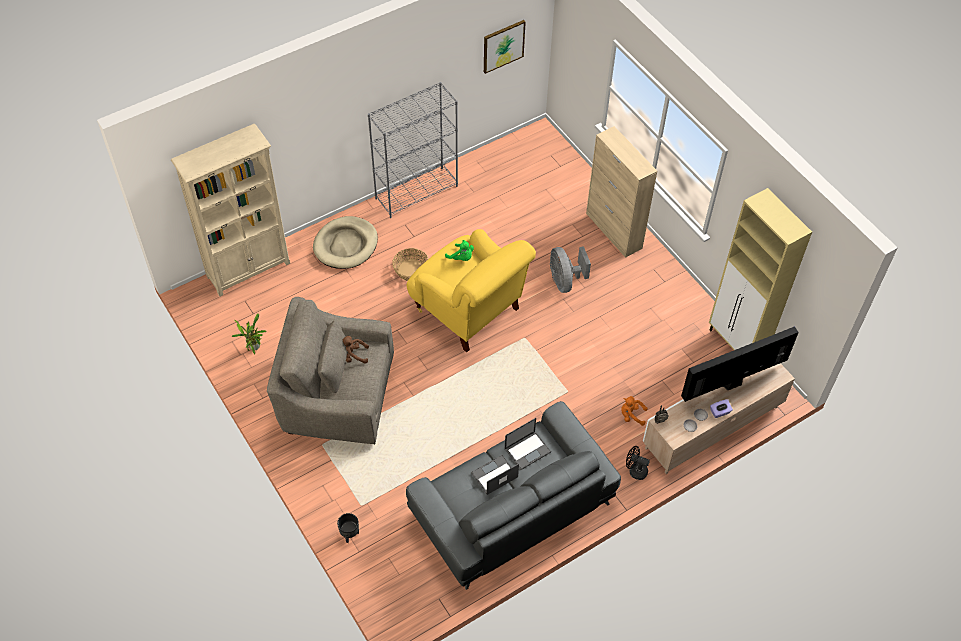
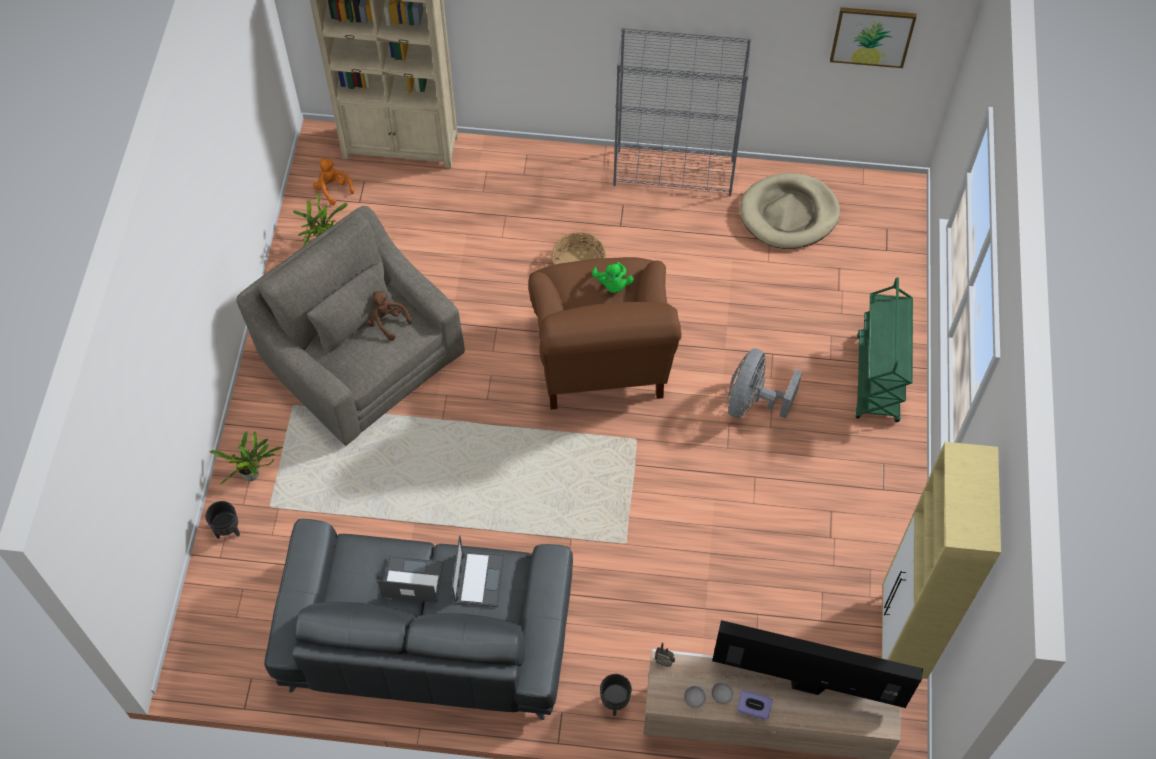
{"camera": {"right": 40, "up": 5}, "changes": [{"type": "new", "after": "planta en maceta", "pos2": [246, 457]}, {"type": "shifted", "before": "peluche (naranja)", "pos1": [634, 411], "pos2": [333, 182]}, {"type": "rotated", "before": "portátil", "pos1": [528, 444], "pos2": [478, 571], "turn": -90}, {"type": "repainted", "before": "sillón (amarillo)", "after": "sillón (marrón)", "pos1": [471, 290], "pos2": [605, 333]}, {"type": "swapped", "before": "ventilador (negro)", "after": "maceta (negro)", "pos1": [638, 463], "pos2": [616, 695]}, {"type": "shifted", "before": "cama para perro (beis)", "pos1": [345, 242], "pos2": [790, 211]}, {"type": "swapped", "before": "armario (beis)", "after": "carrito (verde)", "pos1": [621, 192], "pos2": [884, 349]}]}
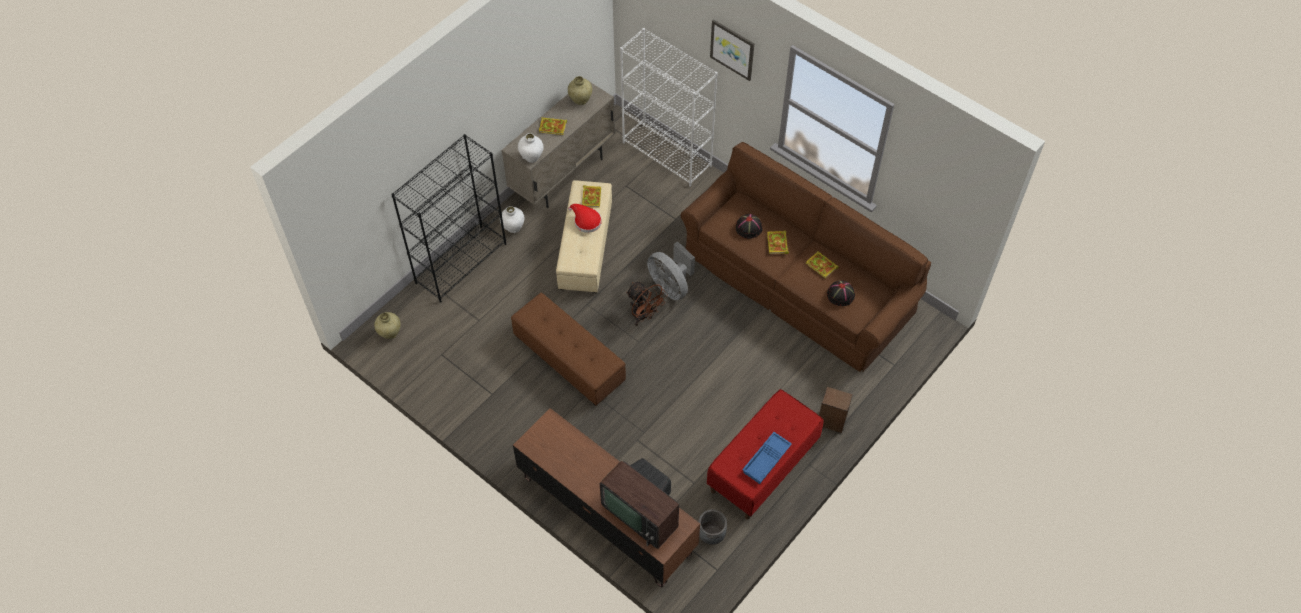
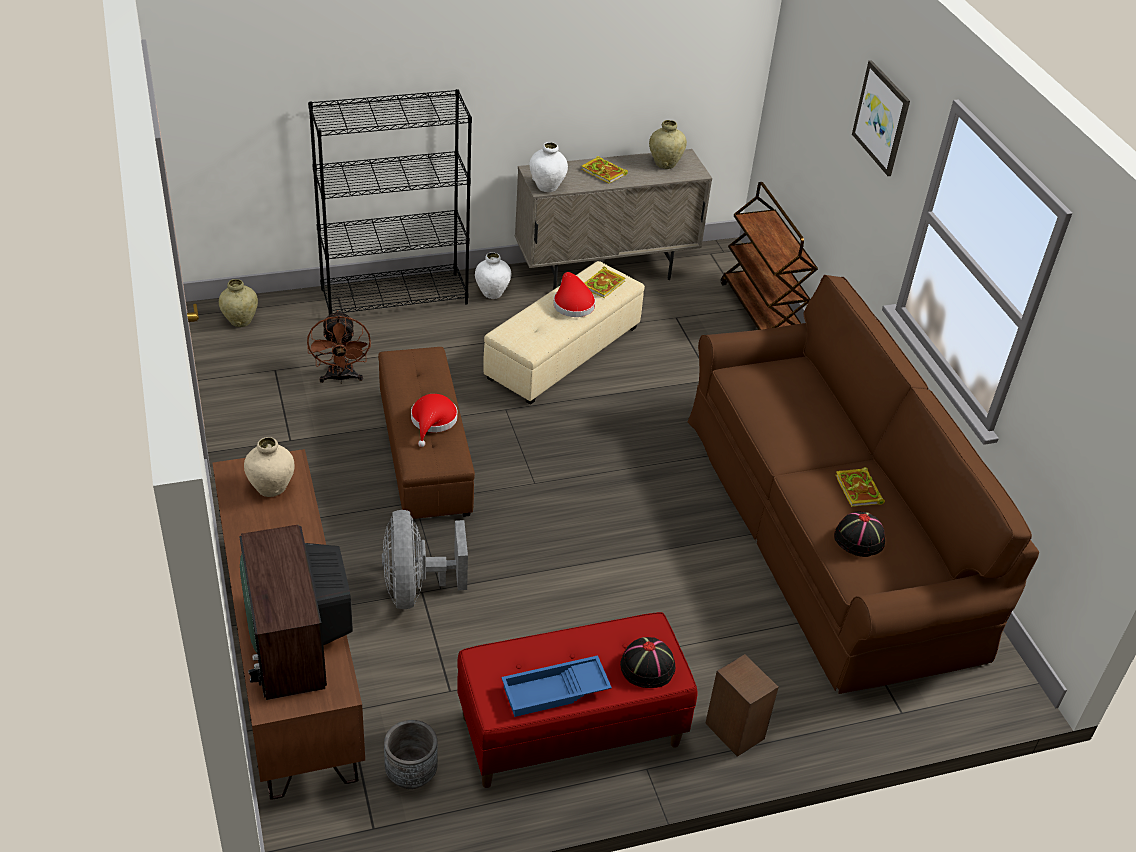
{"camera": {"right": 30, "up": -15}, "changes": [{"type": "new", "after": "florero (beis)", "pos2": [269, 467]}, {"type": "shifted", "before": "ventilador (marrón)", "pos1": [647, 304], "pos2": [339, 347]}, {"type": "shifted", "before": "ventilador (gris)", "pos1": [671, 270], "pos2": [425, 559]}, {"type": "new", "after": "sombrero (rojo)", "pos2": [434, 420]}, {"type": "shifted", "before": "sombrero (negro)", "pos1": [749, 226], "pos2": [648, 662]}, {"type": "swapped", "before": "estantería (blanco)", "after": "carrito (marrón)", "pos1": [669, 107], "pos2": [769, 256]}, {"type": "gone", "before": "libro", "pos1": [778, 242]}]}
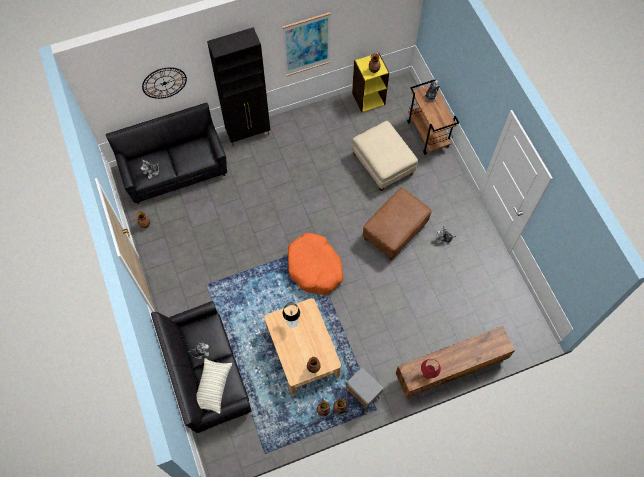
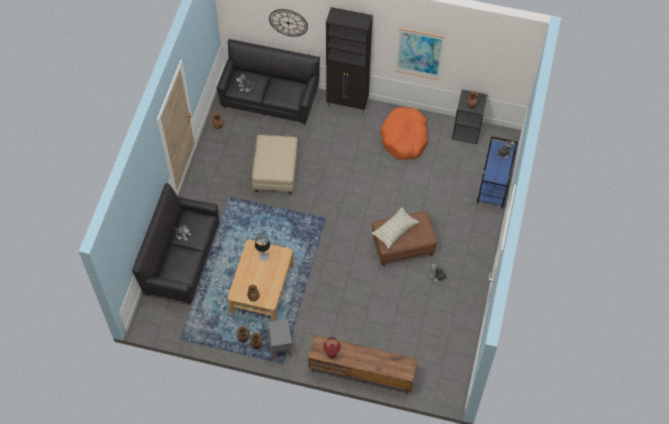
{"camera": {"right": 35, "up": -5}, "changes": [{"type": "shifted", "before": "puf (beis)", "pos1": [385, 156], "pos2": [275, 164]}, {"type": "shifted", "before": "cojín", "pos1": [214, 386], "pos2": [395, 228]}, {"type": "shifted", "before": "cama para perro (naranja)", "pos1": [315, 263], "pos2": [404, 133]}, {"type": "repainted", "before": "estantería (amarillo)", "after": "estantería (negro)", "pos1": [370, 82], "pos2": [469, 117]}, {"type": "repainted", "before": "carrito (marrón)", "after": "carrito (azul)", "pos1": [433, 117], "pos2": [497, 172]}]}
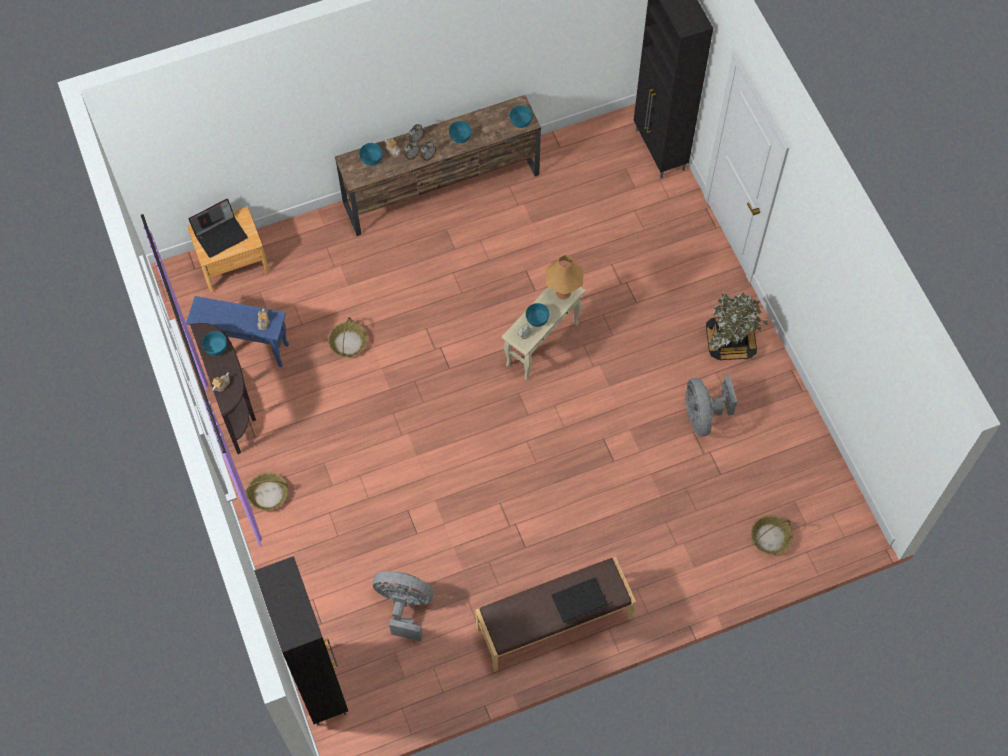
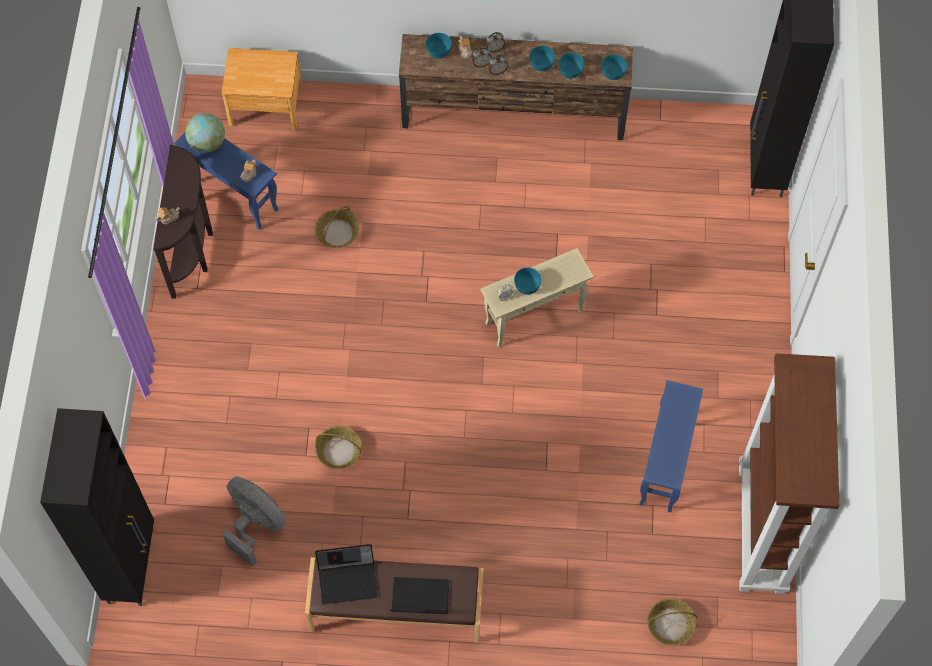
{"camera": {"right": 25, "up": 0}, "changes": [{"type": "new", "after": "globo terráqueo", "pos2": [205, 133]}, {"type": "shifted", "before": "cesta", "pos1": [267, 491], "pos2": [338, 447]}, {"type": "shifted", "before": "portátil", "pos1": [218, 228], "pos2": [346, 574]}, {"type": "shifted", "before": "cuenco (turquesa)", "pos1": [214, 343], "pos2": [571, 65]}, {"type": "swapped", "before": "ventilador (gris)", "after": "mesa auxiliar (azul)", "pos1": [711, 406], "pos2": [671, 446]}, {"type": "new", "after": "estantería (marrón)", "pos2": [789, 473]}, {"type": "gone", "before": "lámpara de mesa (naranja)", "pos1": [564, 277]}, {"type": "gone", "before": "planta en maceta", "pos1": [737, 326]}]}
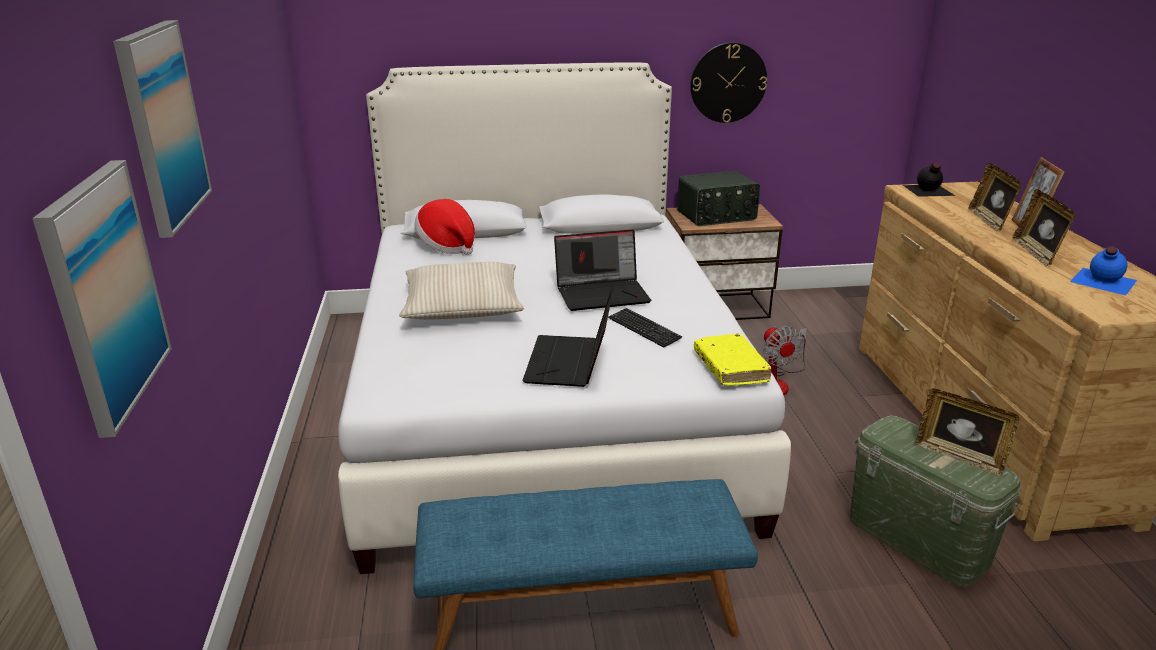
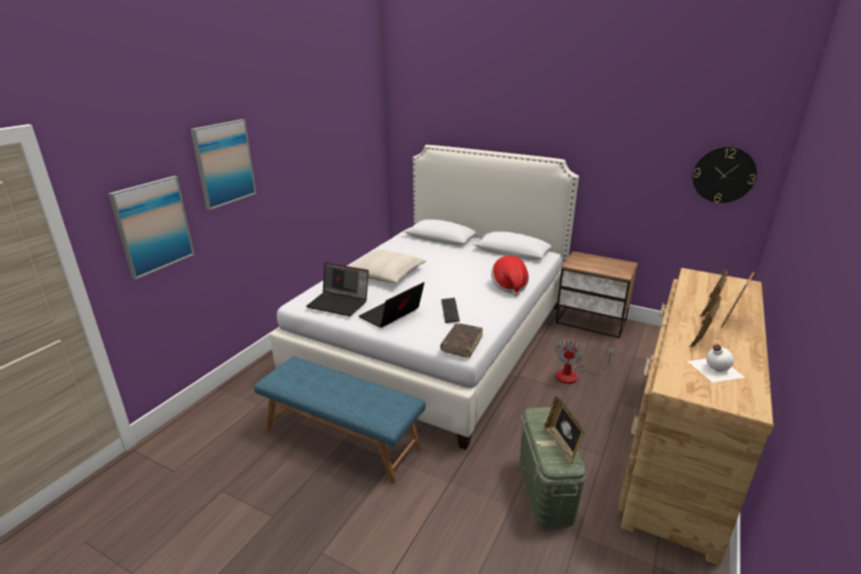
{"camera": {"right": 35, "up": 0}, "changes": [{"type": "shifted", "before": "portátil", "pos1": [602, 270], "pos2": [337, 289]}, {"type": "repainted", "before": "libro (amarillo)", "after": "libro (marrón)", "pos1": [732, 359], "pos2": [461, 341]}, {"type": "shifted", "before": "sombrero", "pos1": [445, 227], "pos2": [510, 276]}, {"type": "repainted", "before": "botella (azul)", "after": "botella (blanco)", "pos1": [1103, 270], "pos2": [716, 364]}, {"type": "shifted", "before": "reloj de pared", "pos1": [728, 83], "pos2": [725, 175]}, {"type": "gone", "before": "radio", "pos1": [718, 198]}, {"type": "gone", "before": "botella (negro)", "pos1": [929, 180]}]}
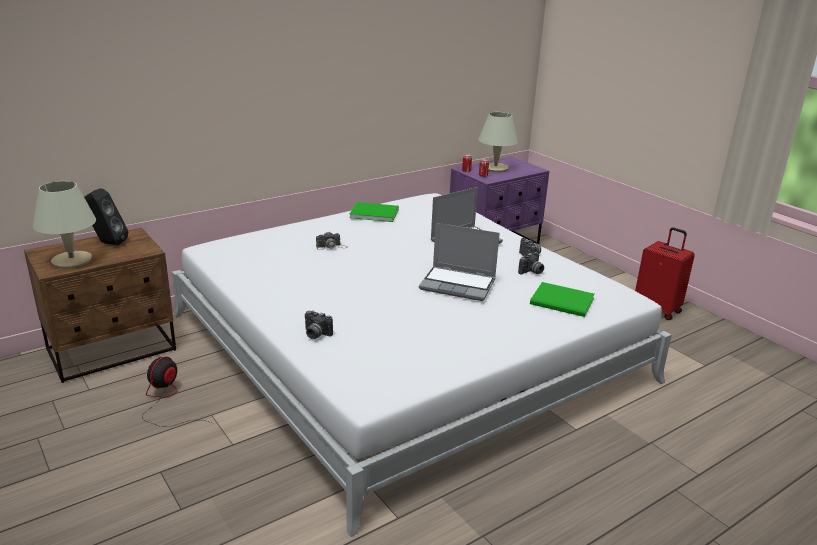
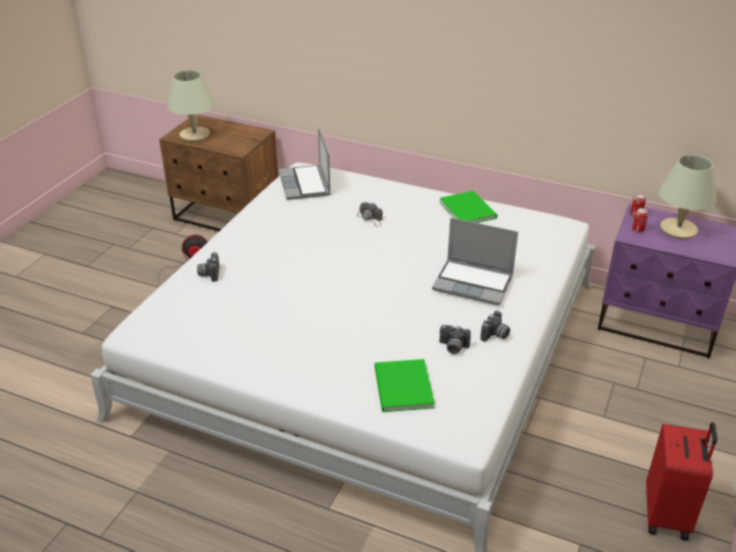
{"camera": {"right": 60, "up": 10}, "changes": [{"type": "shifted", "before": "portátil", "pos1": [459, 262], "pos2": [305, 163]}, {"type": "gone", "before": "altavoz (negro)", "pos1": [106, 216]}]}
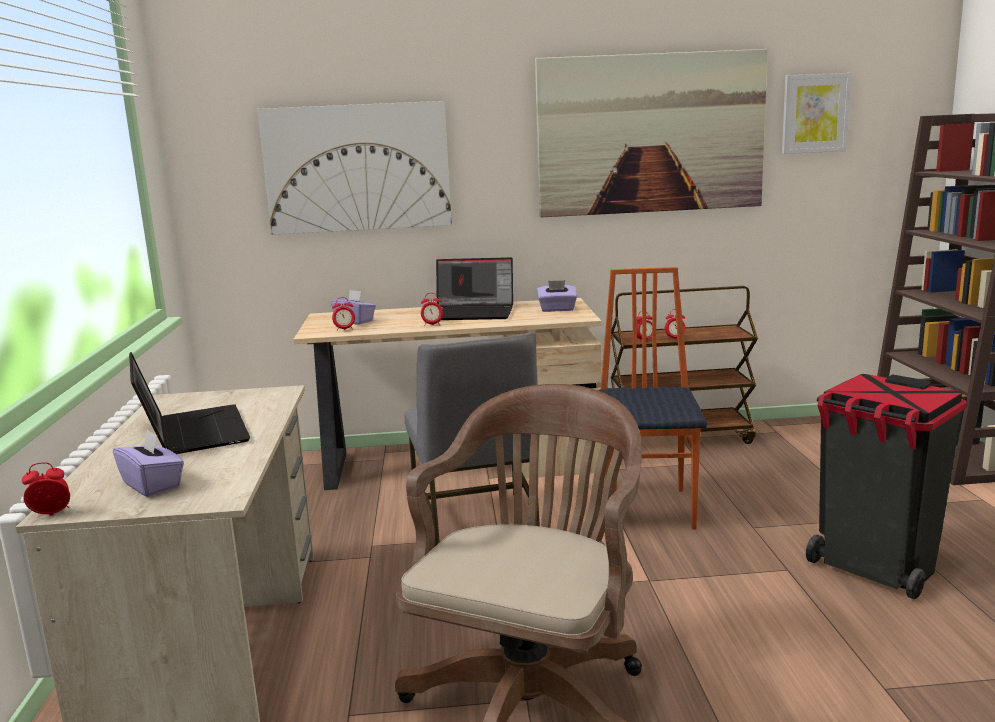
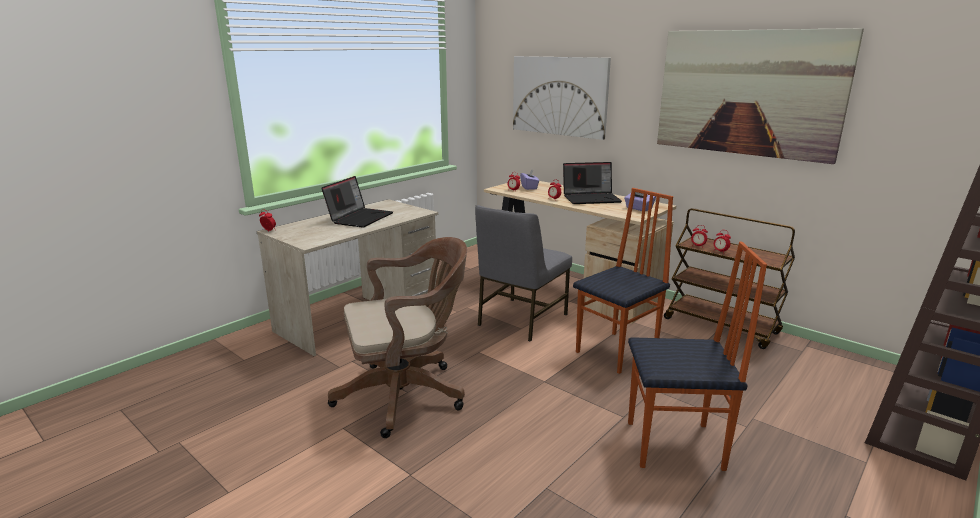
{"camera": {"right": 45, "up": 5}, "changes": [{"type": "rotated", "before": "portátil", "pos1": [474, 288], "pos2": [592, 183], "turn": -60}, {"type": "swapped", "before": "papelera (negro)", "after": "silla", "pos1": [886, 486], "pos2": [697, 356]}, {"type": "gone", "before": "caja de pañuelos (morado)", "pos1": [148, 463]}, {"type": "gone", "before": "cuadro", "pos1": [817, 113]}]}
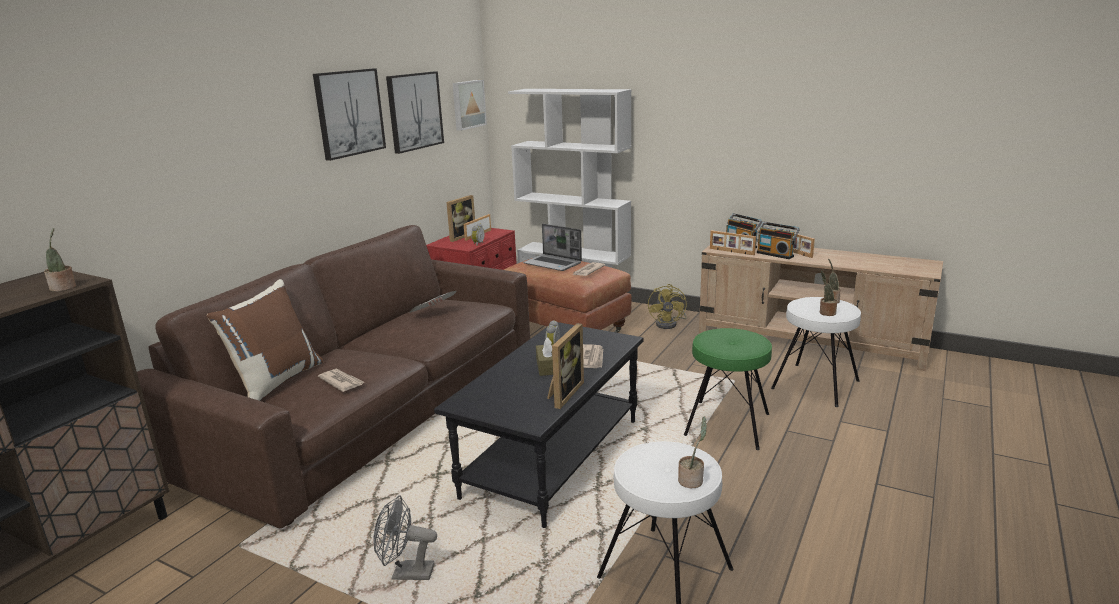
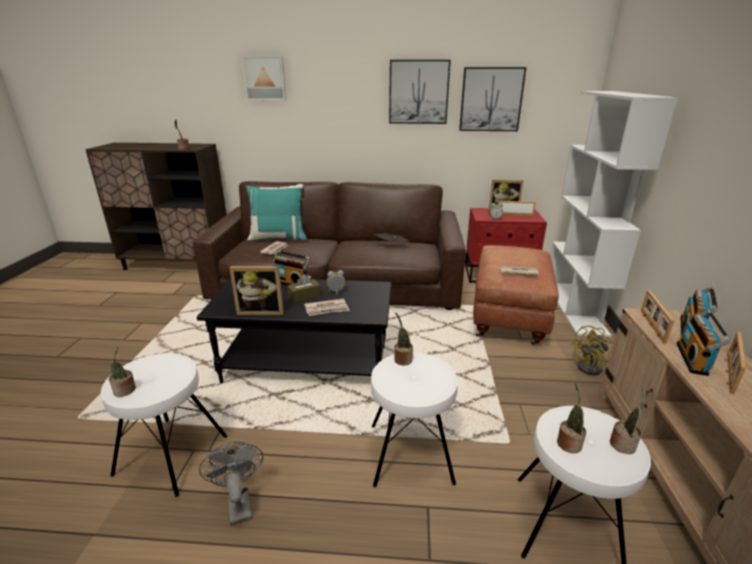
{"camera": {"right": 65, "up": 5}, "changes": [{"type": "shifted", "before": "ventilador (gris)", "pos1": [405, 537], "pos2": [231, 484]}, {"type": "shifted", "before": "cuadro", "pos1": [470, 105], "pos2": [264, 78]}, {"type": "repainted", "before": "cojín (marrón)", "after": "cojín (turquesa)", "pos1": [265, 340], "pos2": [276, 213]}, {"type": "new", "after": "radio", "pos2": [291, 268]}, {"type": "repainted", "before": "taburete (verde)", "after": "taburete (blanco)", "pos1": [728, 389], "pos2": [414, 419]}, {"type": "new", "after": "planta en maceta", "pos2": [403, 338]}, {"type": "gone", "before": "portátil", "pos1": [552, 247]}]}
